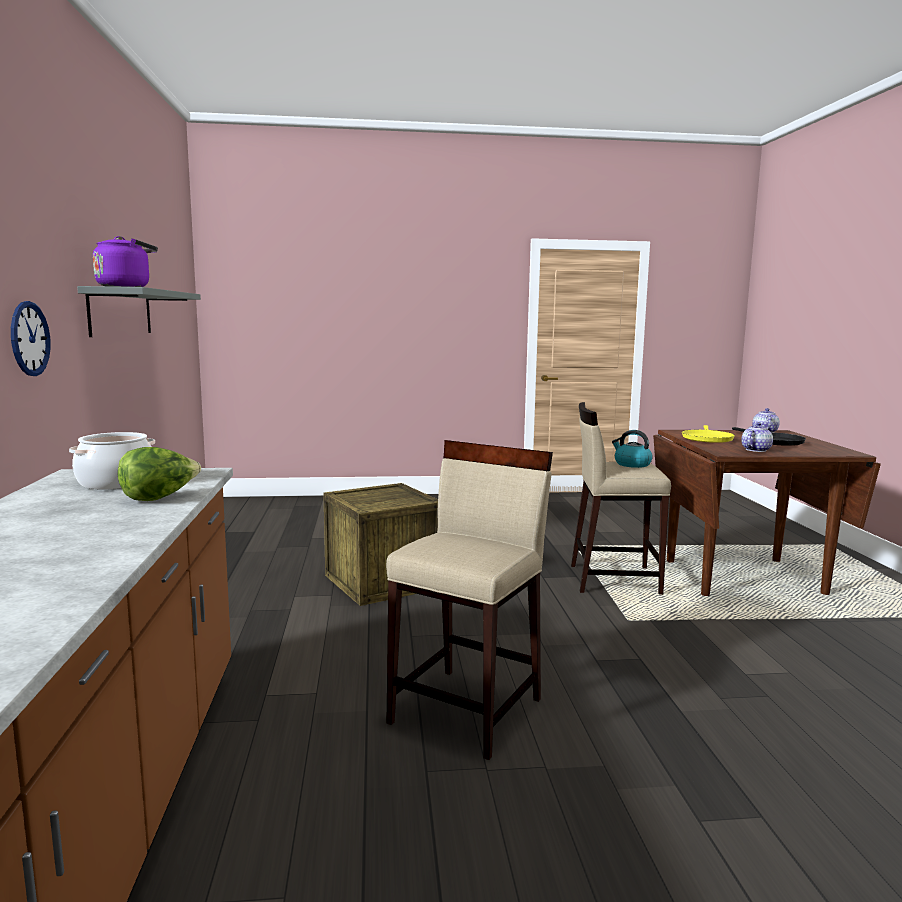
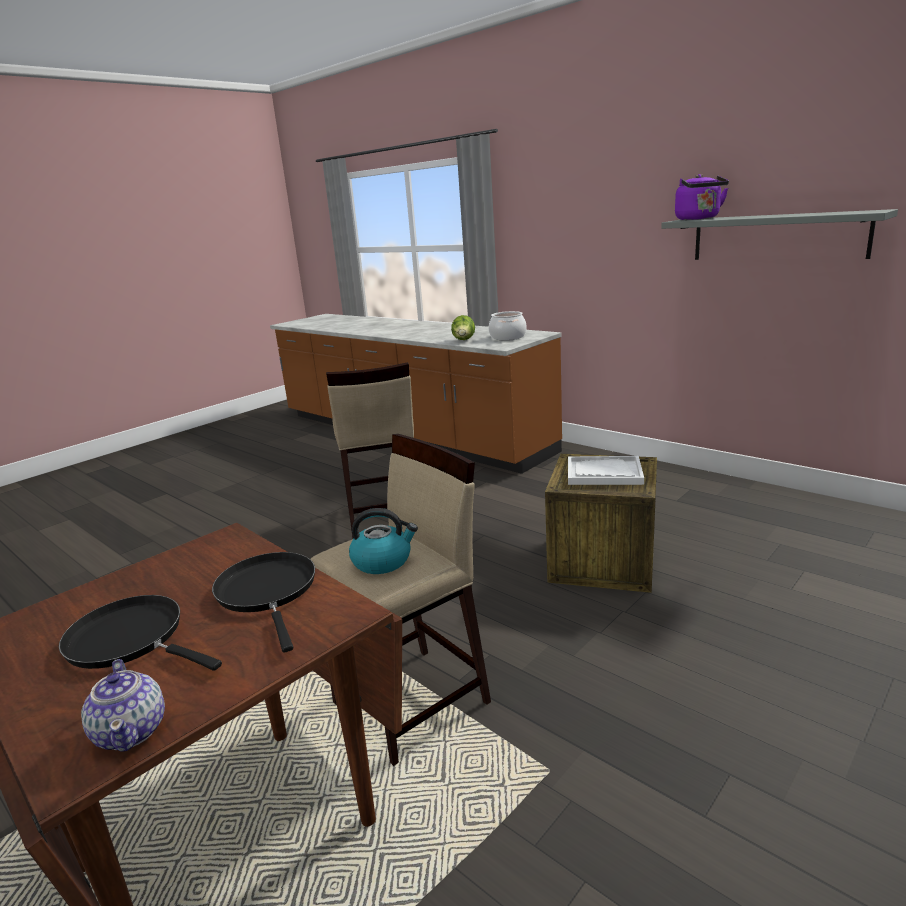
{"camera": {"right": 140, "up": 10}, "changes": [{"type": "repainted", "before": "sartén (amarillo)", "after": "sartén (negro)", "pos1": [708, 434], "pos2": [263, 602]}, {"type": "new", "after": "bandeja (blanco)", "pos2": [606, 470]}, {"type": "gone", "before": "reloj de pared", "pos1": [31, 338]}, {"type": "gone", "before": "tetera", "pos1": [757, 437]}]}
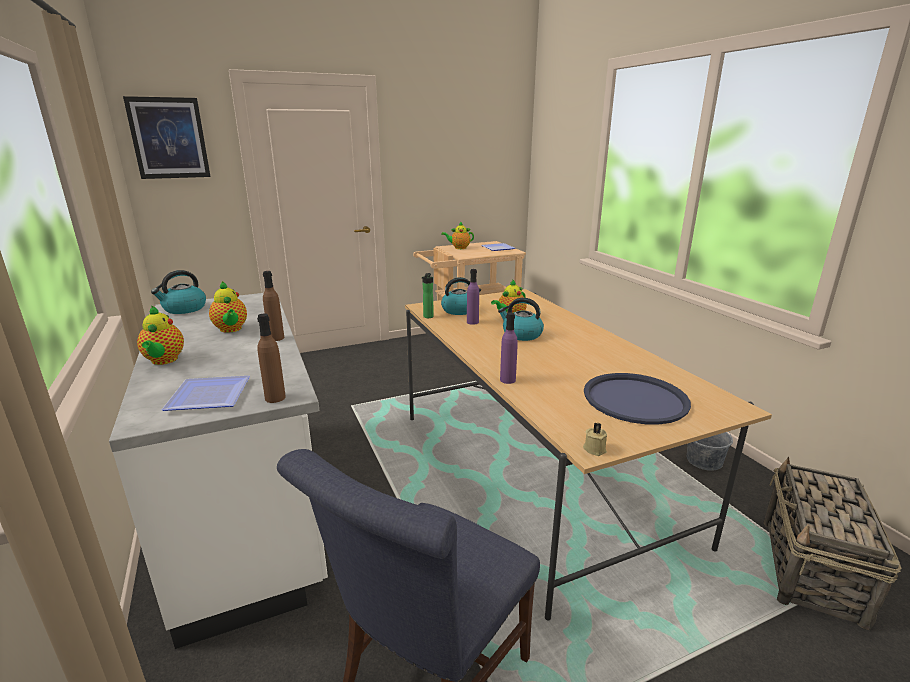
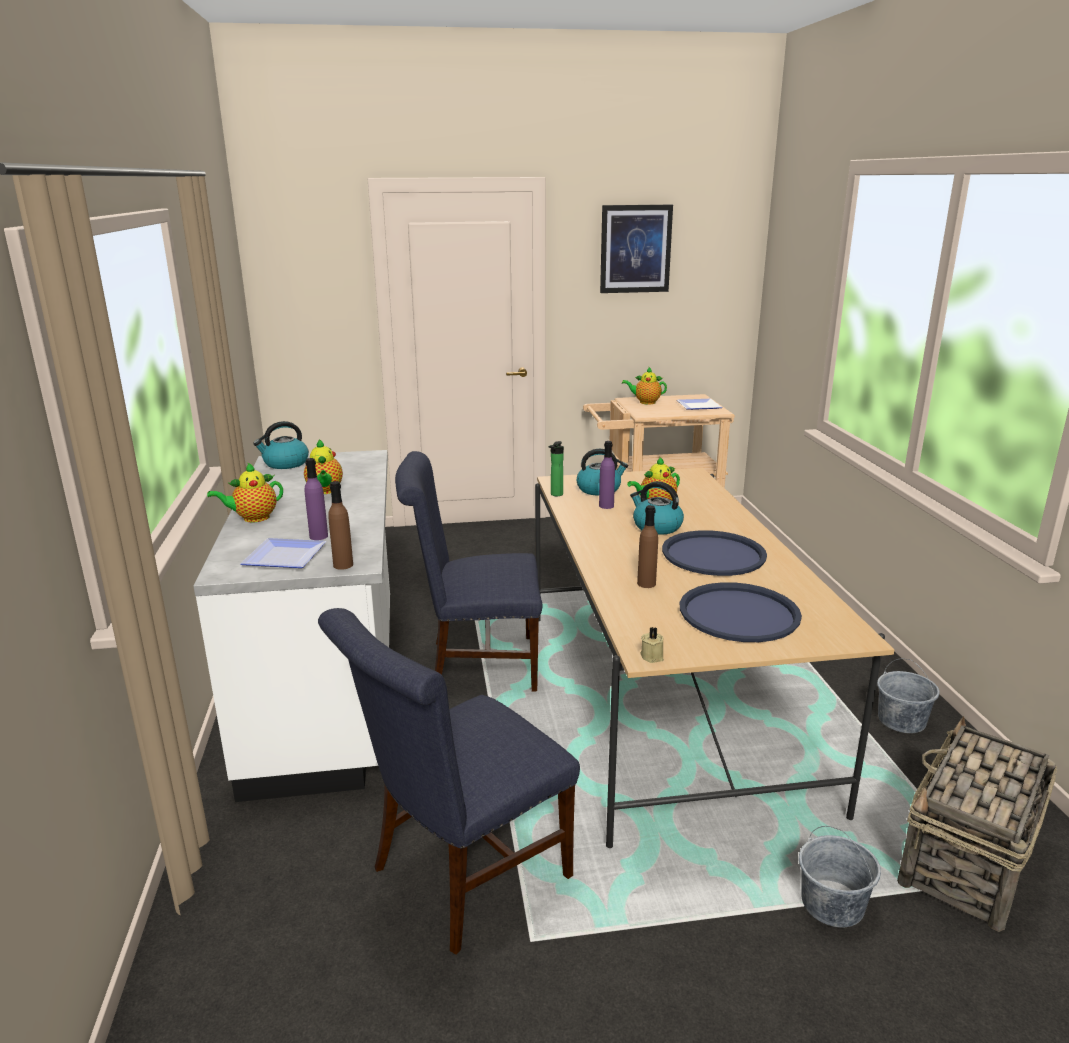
{"camera": {"right": 15, "up": 0}, "changes": [{"type": "rotated", "before": "tetera", "pos1": [160, 335], "pos2": [245, 492], "turn": 60}, {"type": "shifted", "before": "botella (morado)", "pos1": [509, 348], "pos2": [316, 499]}, {"type": "new", "after": "silla (azul)", "pos2": [469, 571]}, {"type": "shifted", "before": "cuadro", "pos1": [167, 137], "pos2": [636, 249]}, {"type": "shifted", "before": "botella (marrón)", "pos1": [273, 306], "pos2": [647, 546]}, {"type": "new", "after": "bandeja (azul)", "pos2": [714, 553]}, {"type": "new", "after": "cubo (gris)", "pos2": [840, 876]}]}
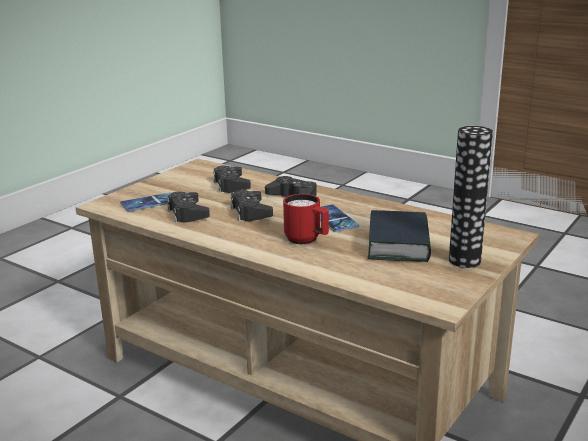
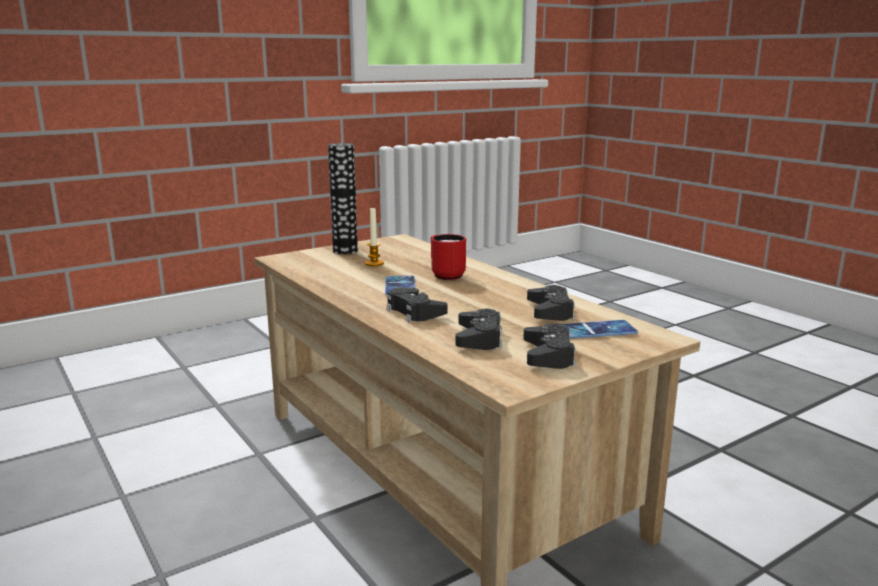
{"camera": {"right": -160, "up": -5}, "changes": [{"type": "swapped", "before": "libro", "after": "vela", "pos1": [399, 236], "pos2": [374, 237]}, {"type": "shifted", "before": "mando de consola (negro)", "pos1": [251, 205], "pos2": [549, 346]}]}
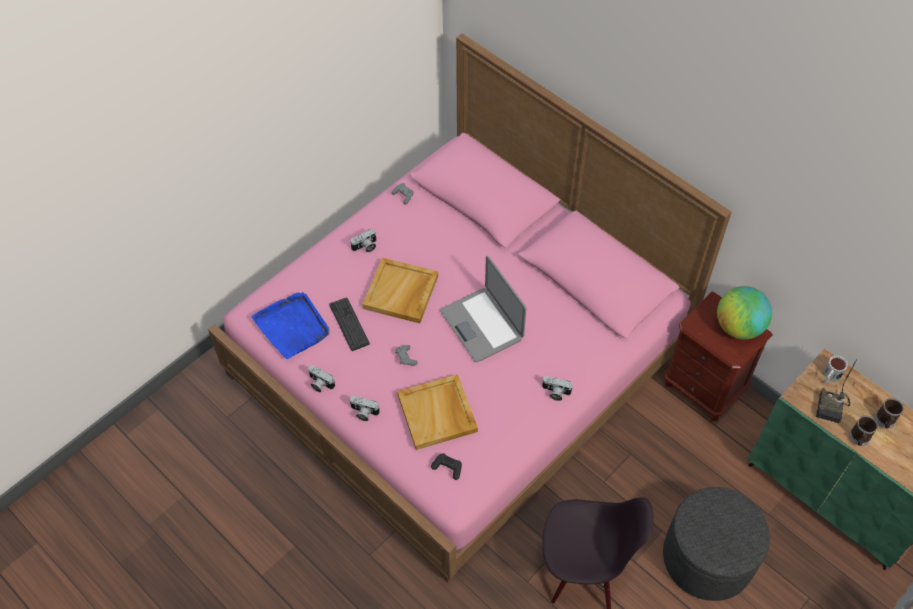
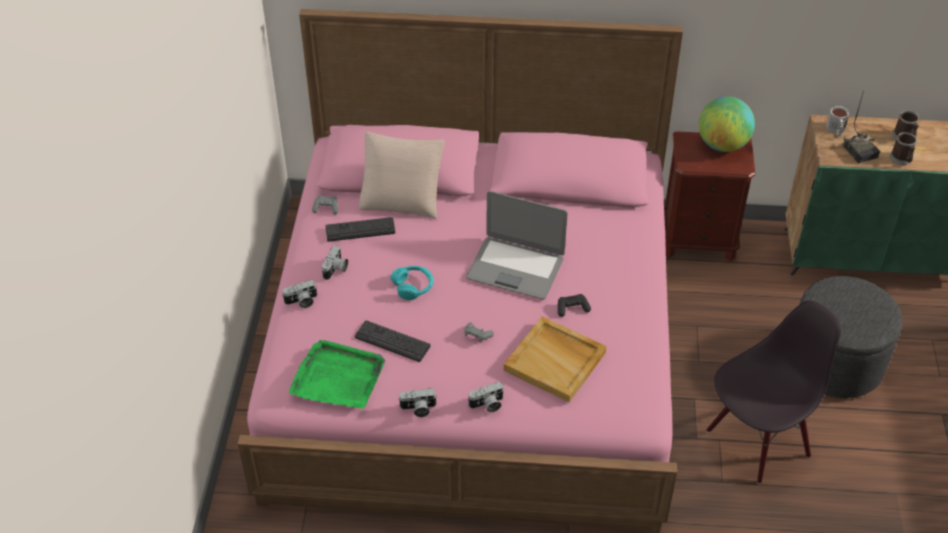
{"camera": {"right": -40, "up": -10}, "changes": [{"type": "shifted", "before": "cámara", "pos1": [557, 388], "pos2": [300, 294]}, {"type": "repainted", "before": "bandeja (azul)", "after": "bandeja (verde)", "pos1": [290, 325], "pos2": [337, 374]}, {"type": "new", "after": "teclado", "pos2": [360, 229]}, {"type": "new", "after": "cojín (beis)", "pos2": [402, 175]}, {"type": "swapped", "before": "bandeja (beis)", "after": "auriculares (turquesa)", "pos1": [400, 290], "pos2": [411, 283]}, {"type": "shifted", "before": "mando de consola (negro)", "pos1": [446, 466], "pos2": [574, 305]}]}
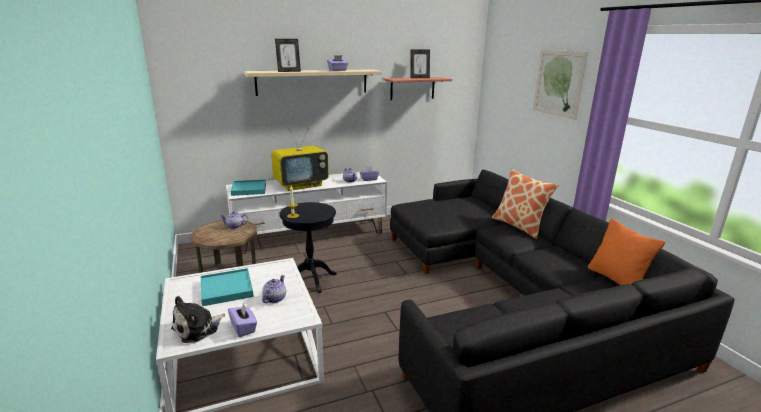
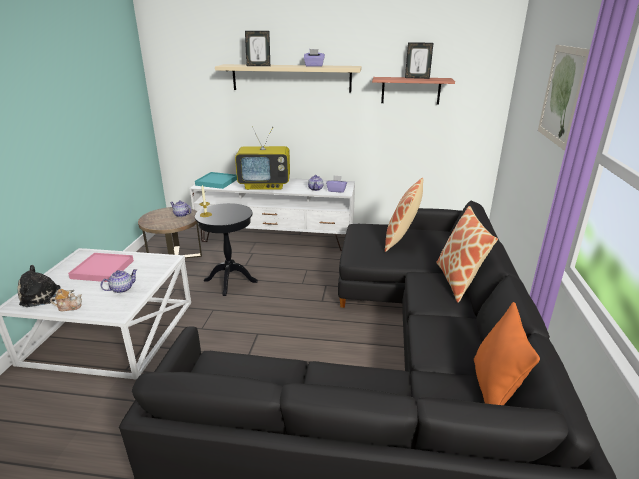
{"camera": {"right": 30, "up": 5}, "changes": [{"type": "swapped", "before": "caja de pañuelos (morado)", "after": "tetera", "pos1": [242, 320], "pos2": [66, 300]}, {"type": "repainted", "before": "bandeja (turquesa)", "after": "bandeja (rosa)", "pos1": [227, 287], "pos2": [101, 267]}, {"type": "new", "after": "cojín", "pos2": [404, 215]}]}
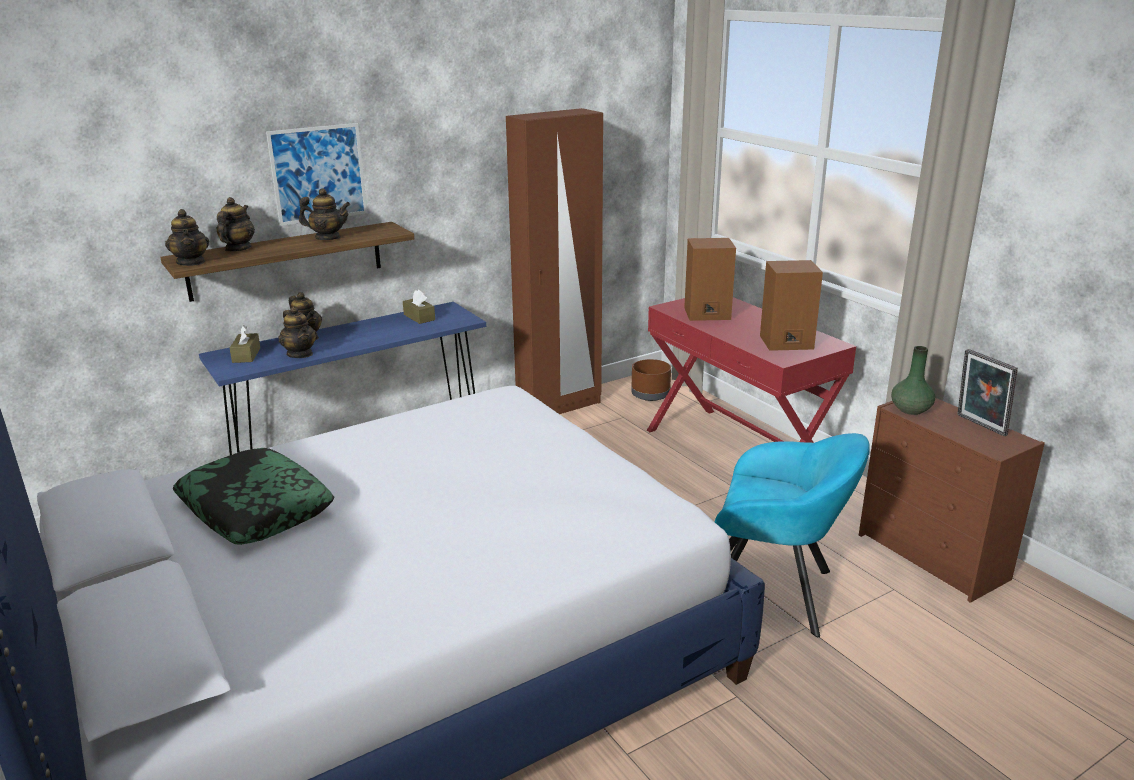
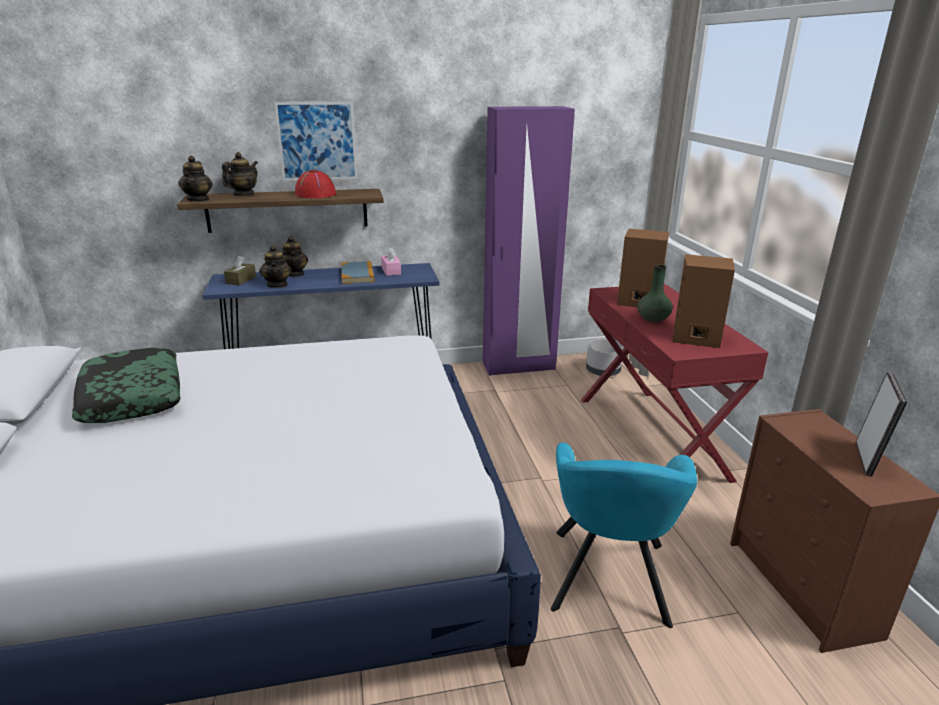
{"camera": {"right": 20, "up": 0}, "changes": [{"type": "swapped", "before": "tetera", "after": "sombrero (rojo)", "pos1": [324, 214], "pos2": [315, 184]}, {"type": "new", "after": "libro", "pos2": [358, 272]}, {"type": "repainted", "before": "caja de pañuelos (marrón)", "after": "caja de pañuelos (rosa)", "pos1": [419, 307], "pos2": [391, 261]}, {"type": "repainted", "before": "armario ropero (marrón)", "after": "armario ropero (morado)", "pos1": [554, 261], "pos2": [529, 241]}, {"type": "rotated", "before": "sillón (turquesa)", "pos1": [792, 535], "pos2": [624, 535], "turn": 60}, {"type": "repainted", "before": "maceta (marrón)", "after": "maceta (gris)", "pos1": [651, 380], "pos2": [605, 357]}, {"type": "shifted", "before": "florero (verde)", "pos1": [913, 380], "pos2": [655, 293]}, {"type": "rotated", "before": "portarretratos", "pos1": [987, 392], "pos2": [882, 424], "turn": -150}]}
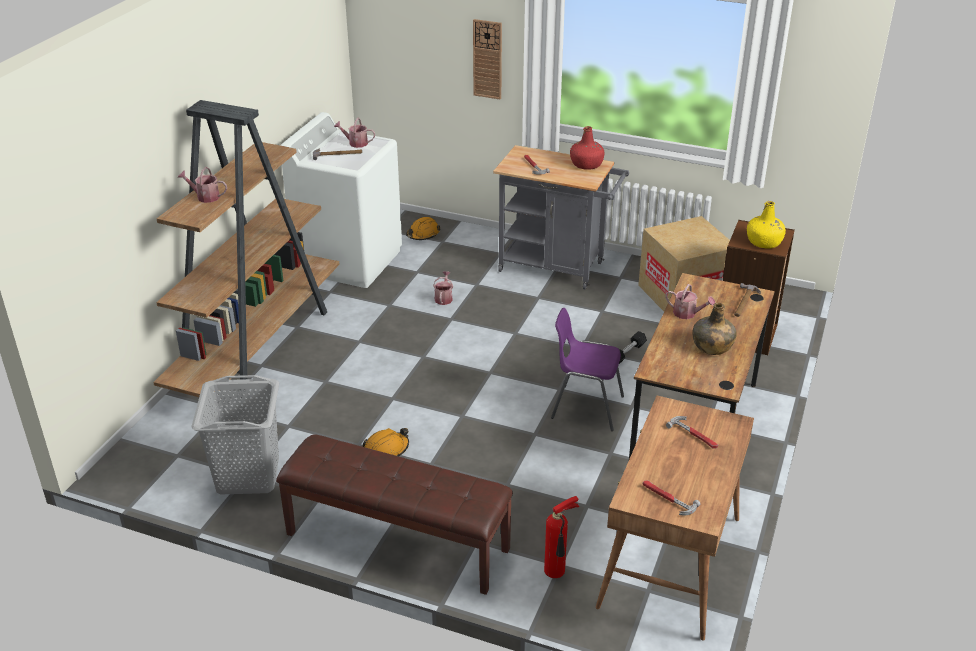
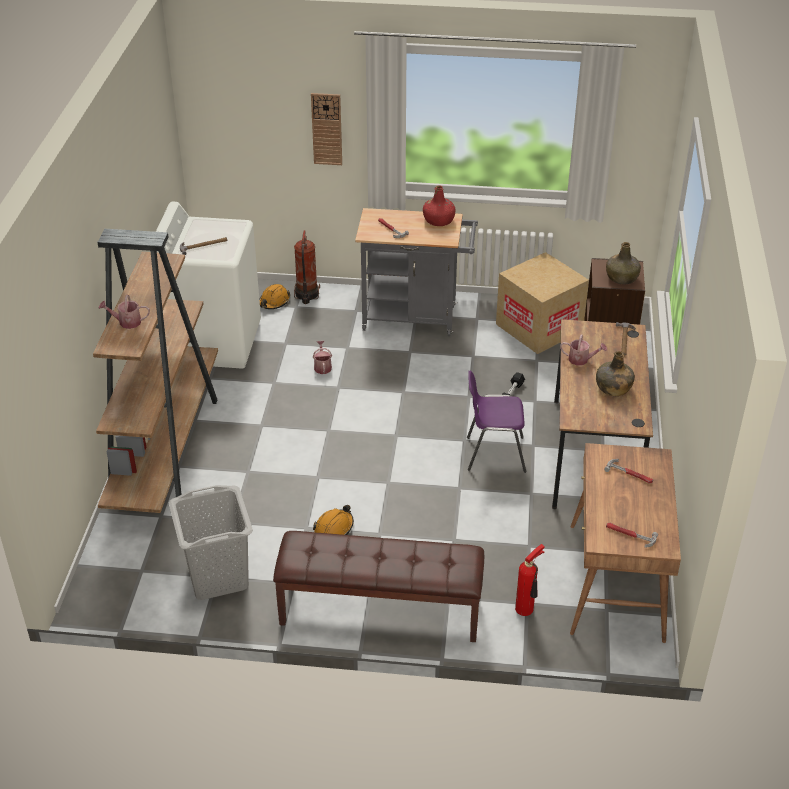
{"camera": {"right": -15, "up": 5}, "changes": [{"type": "new", "after": "extintor", "pos2": [307, 267]}, {"type": "repainted", "before": "botella (amarillo)", "after": "botella (verde)", "pos1": [766, 225], "pos2": [623, 263]}, {"type": "gone", "before": "regadera", "pos1": [354, 133]}]}
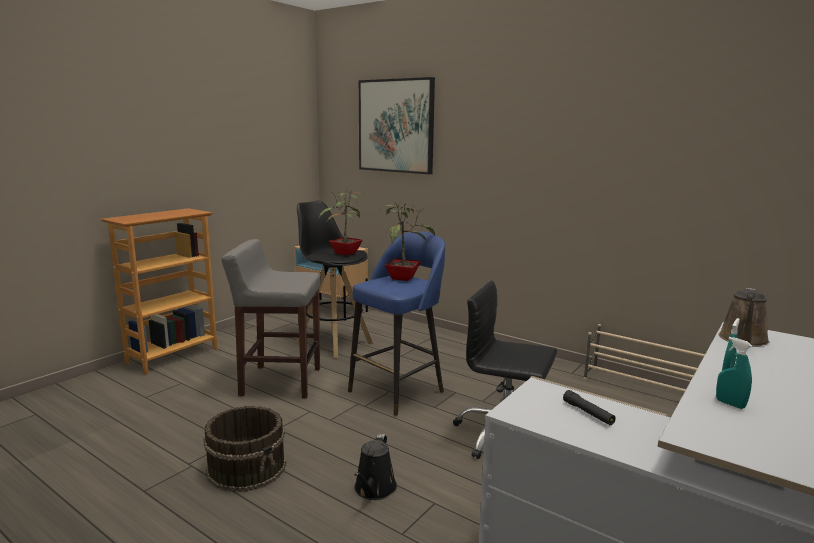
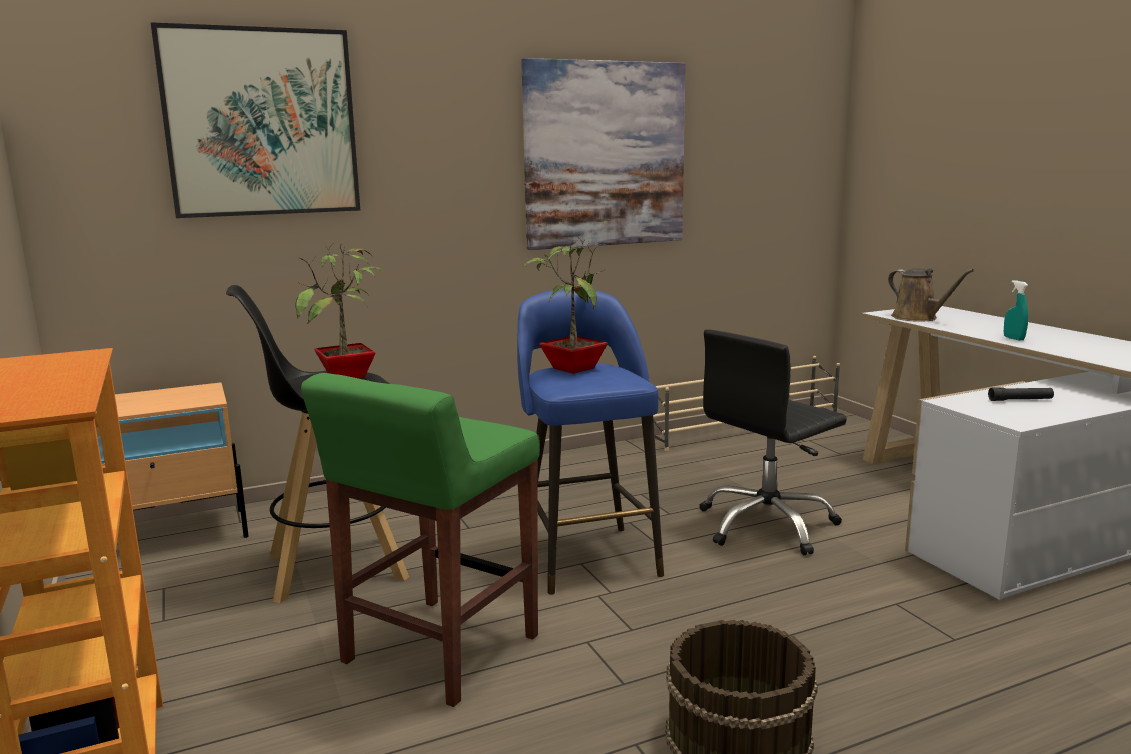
{"camera": {"right": -60, "up": 0}, "changes": [{"type": "repainted", "before": "taburete (gris)", "after": "taburete (verde)", "pos1": [271, 319], "pos2": [420, 540]}, {"type": "new", "after": "cuadro", "pos2": [603, 154]}, {"type": "gone", "before": "regadera (negro)", "pos1": [375, 467]}, {"type": "gone", "before": "pulverizador (turquesa)", "pos1": [734, 373]}]}
